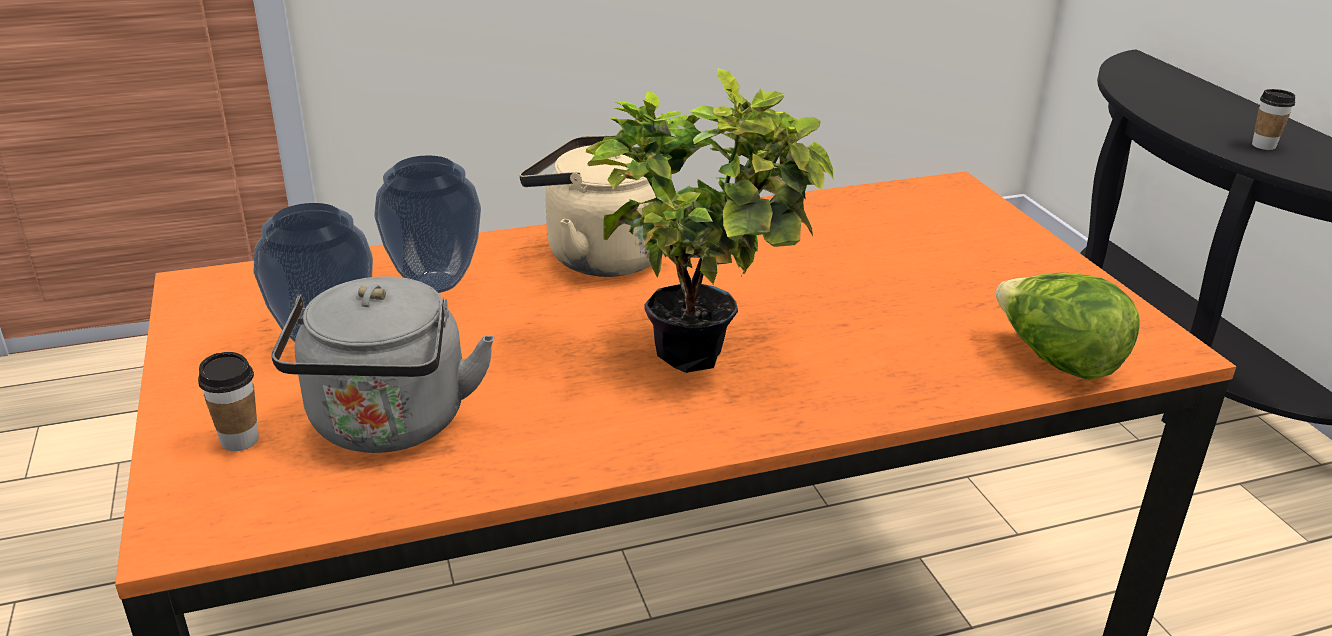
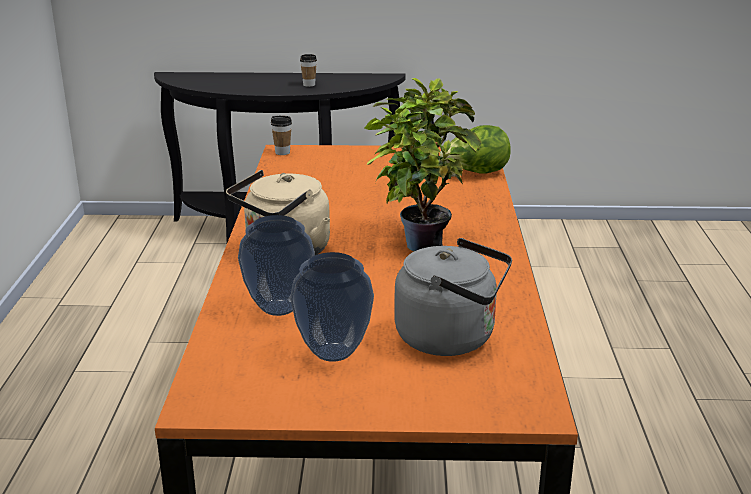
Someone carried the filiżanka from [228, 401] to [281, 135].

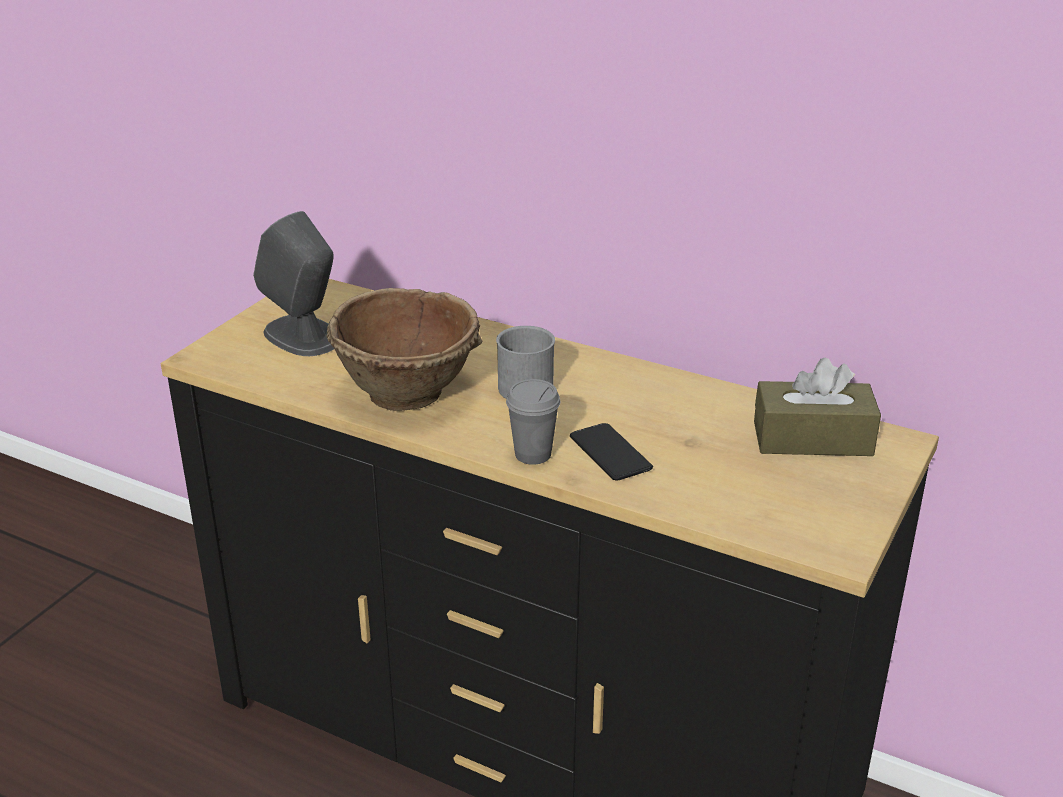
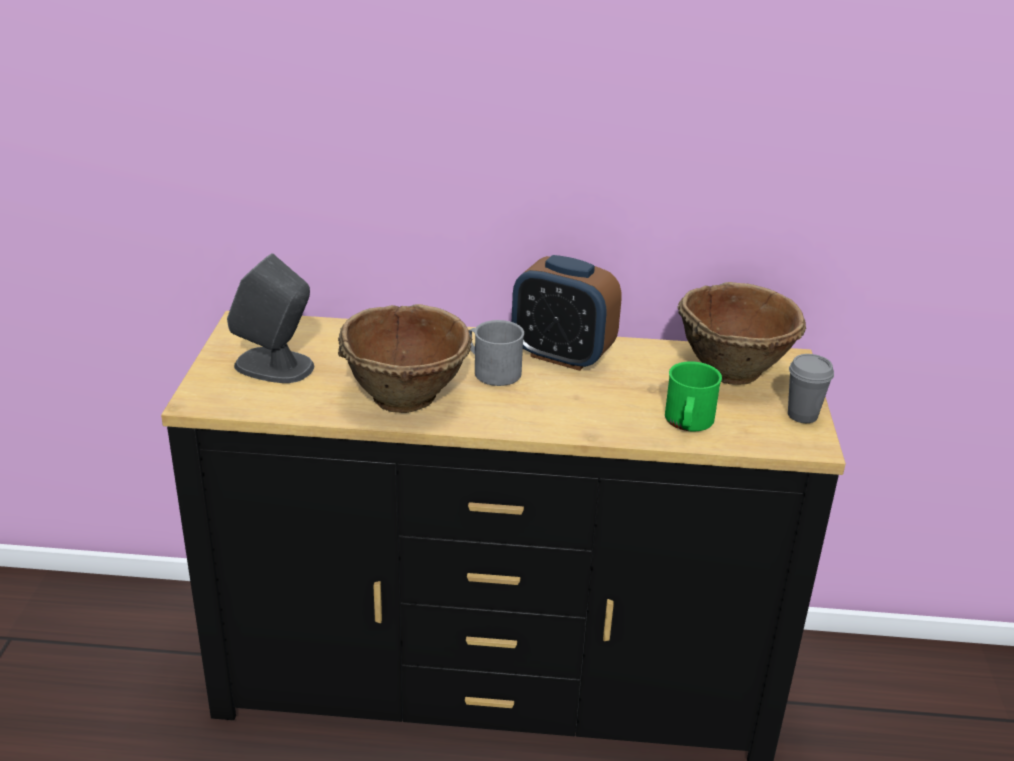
Someone carried the filiżanka/szary from [533, 422] to [811, 388]. Someone took away the telefon at [611, 451]. Someone swapped the pudełko chusteczek/brązowy at [817, 407] for the miska/brązowy at [741, 333]. Someone put down the budzik at [567, 313]. Someone put down the kubek/zielony at [693, 396].

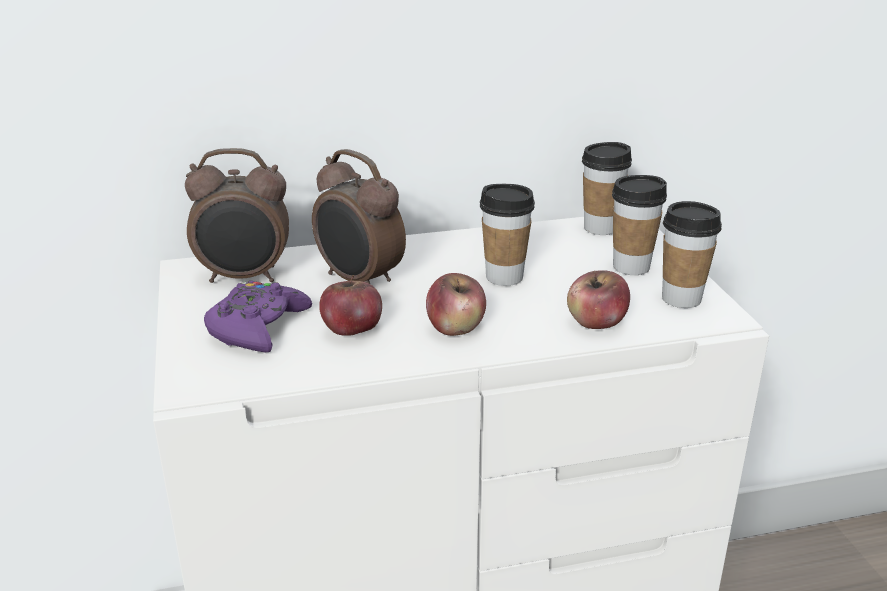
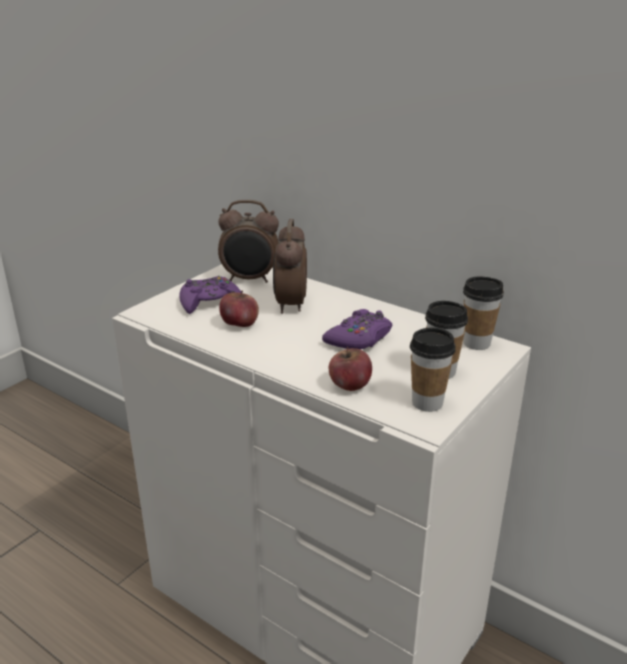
Someone rotated the budzik at [237, 215] by 45 degrees counterclockwise. Someone took away the jabłko at [456, 304]. Someone swapped the filiżanka at [507, 235] for the pad do gier/fioletowy at [357, 329].

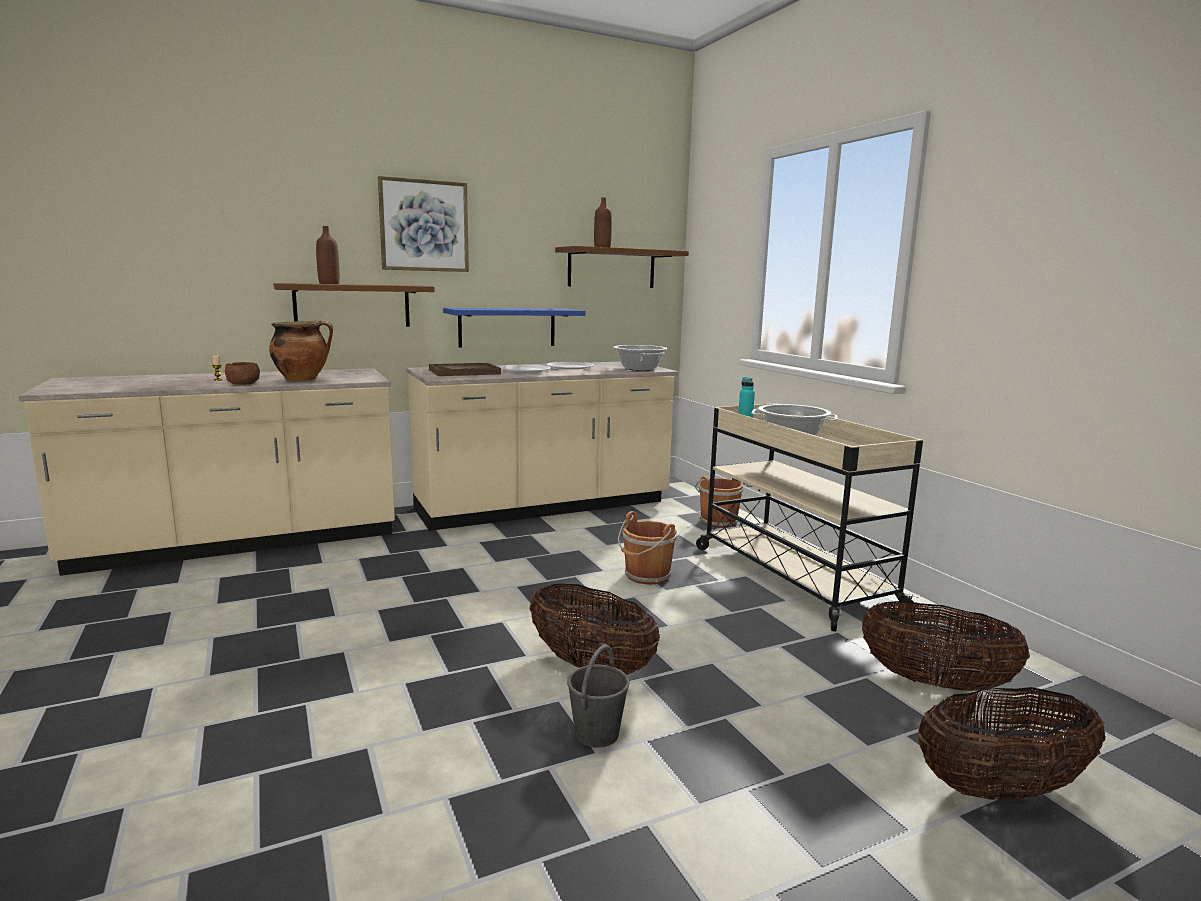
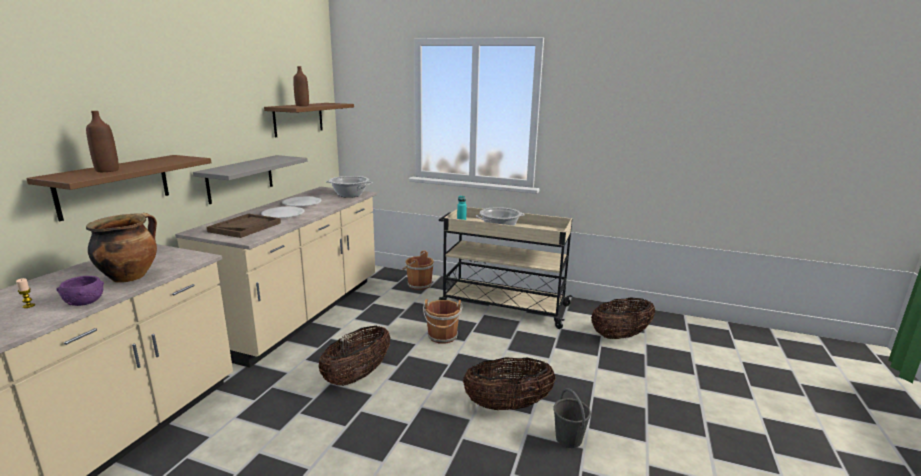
Someone repainted the miska/brązowy at [242, 373], which became the miska/fioletowy at [80, 291]. Someone took away the obraz at [423, 224]. Someone repainted the półka/niebieski at [514, 328], which became the półka/szary at [250, 179]. Someone carried the koszyk from [1011, 743] to [354, 356].

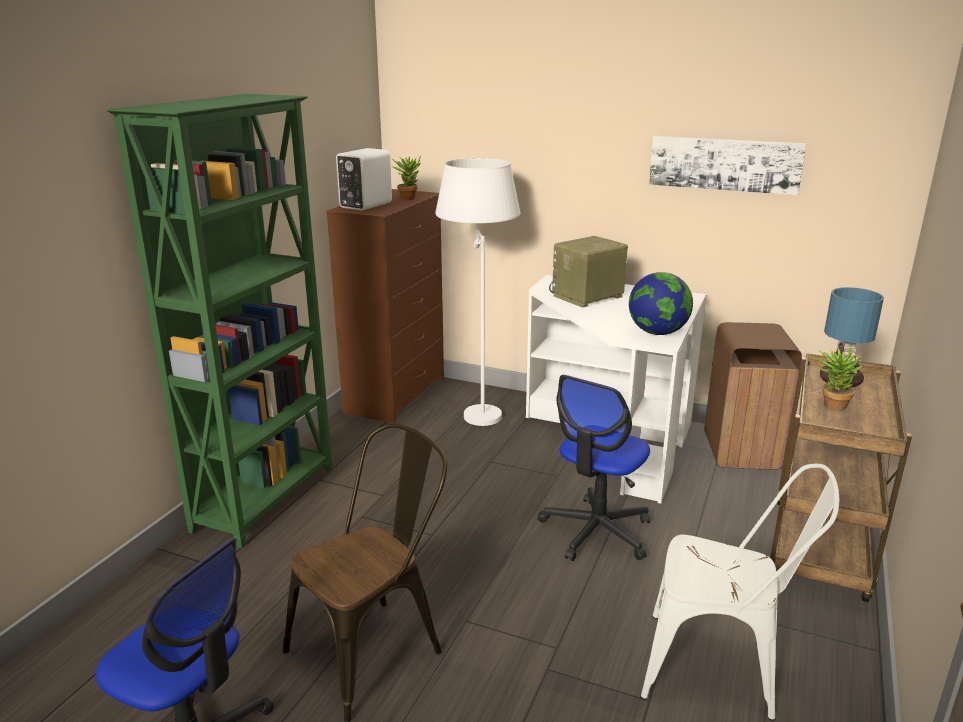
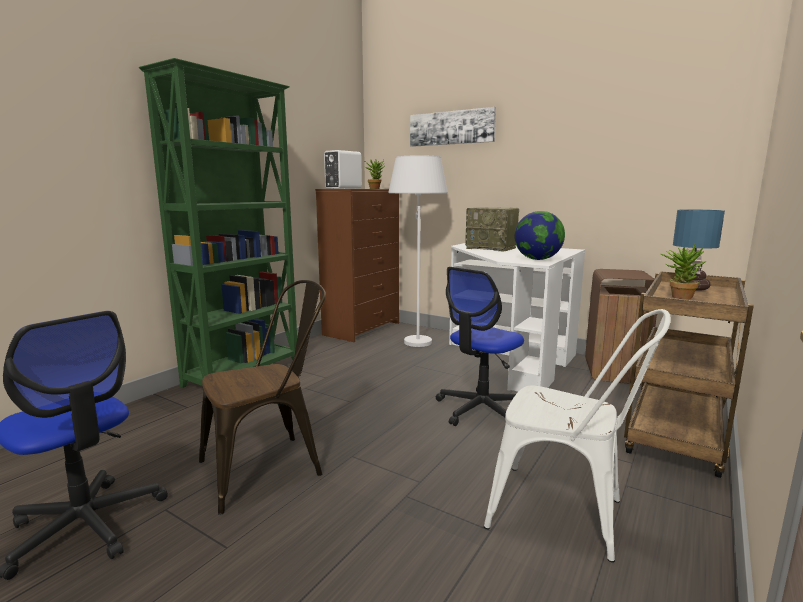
Someone rotated the radio at [588, 272] by 120 degrees counterclockwise. Someone carried the obraz from [727, 165] to [453, 127].

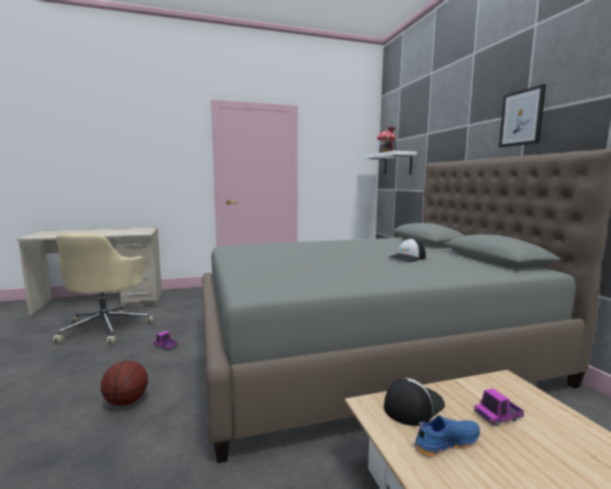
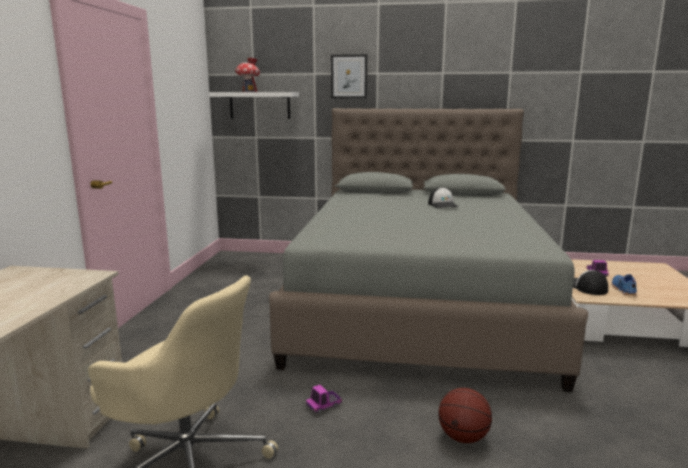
Someone carried the obraz from [522, 116] to [349, 76].

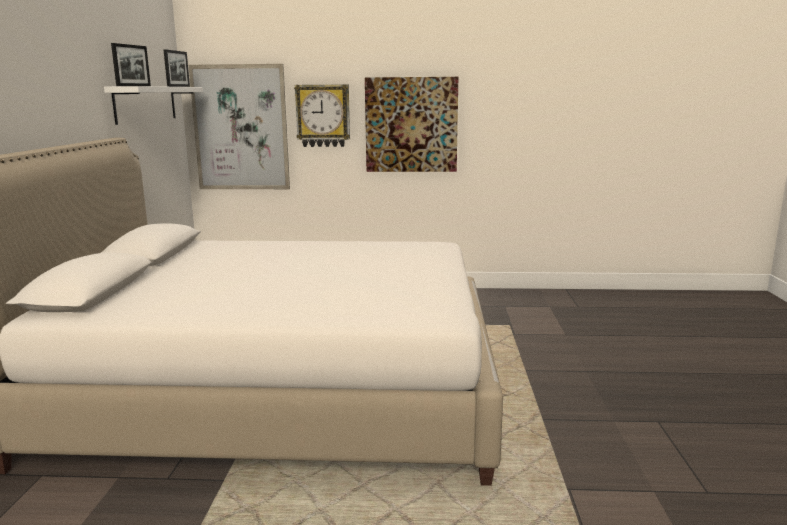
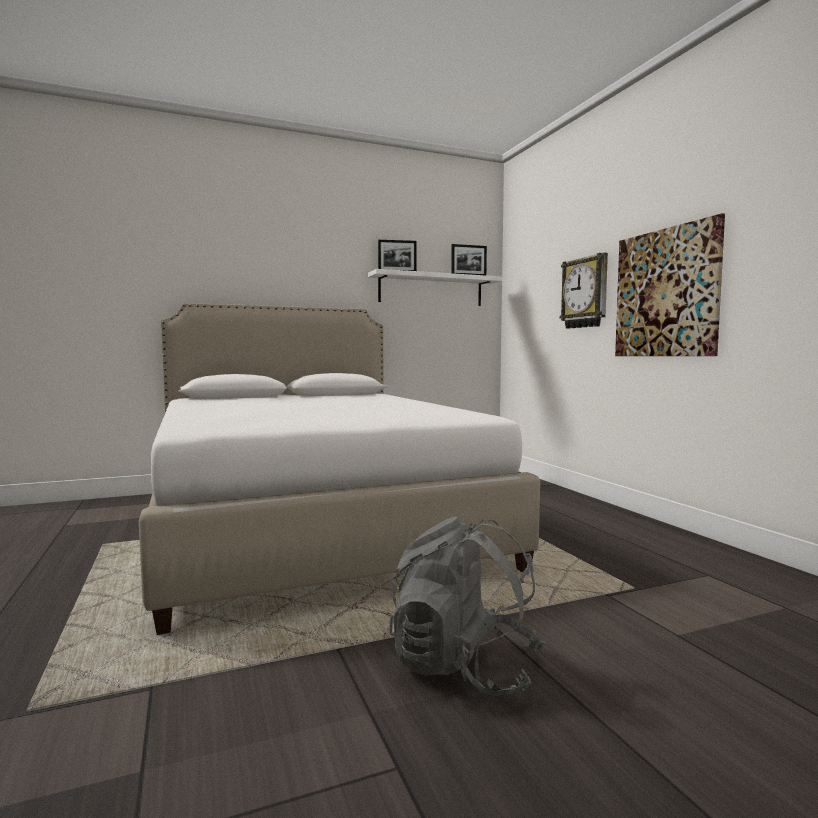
Someone took away the obraz at [239, 126]. Someone put down the plecak/szary at [467, 606].

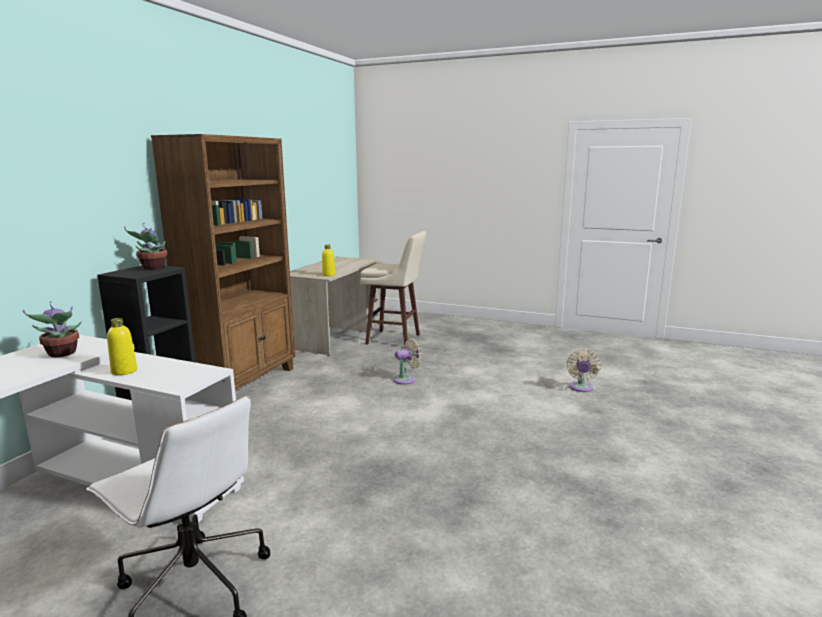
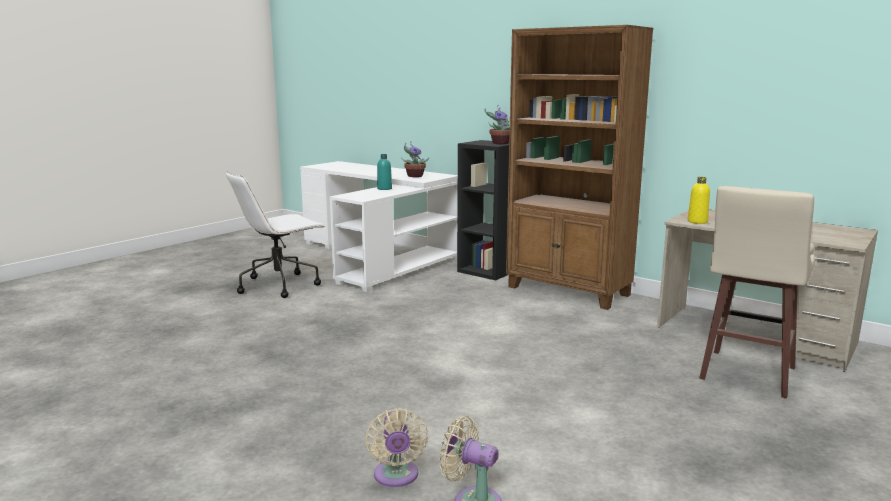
Someone repainted the butelka/żółty at [122, 346], which became the butelka/turkusowy at [384, 172]. Someone carried the wentylator/beżowy from [407, 361] to [396, 447].

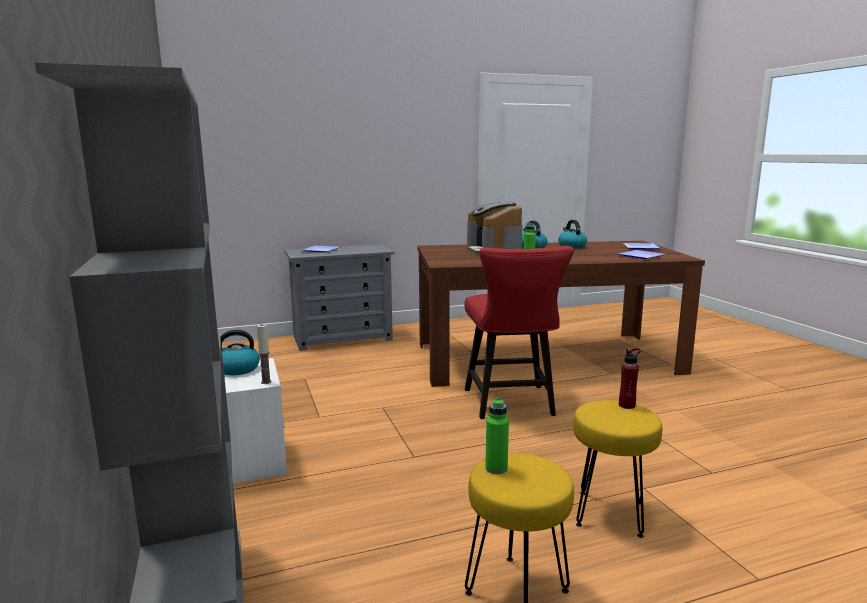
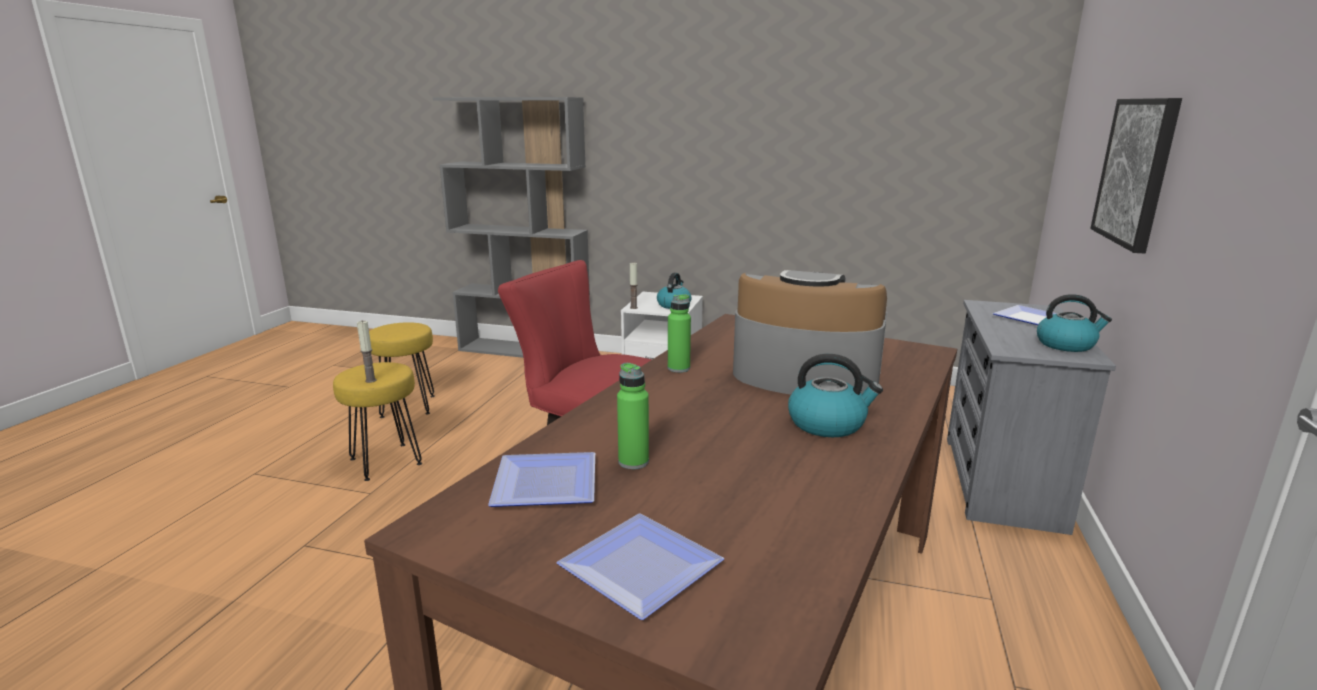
Someone carried the butelka/zielony from [497, 436] to [633, 416]. Someone carried the czajnik from [572, 234] to [1074, 323]. Someone swapped the butelka/czerwony at [629, 378] for the świeca at [366, 352]. Someone put up the obraz at [1136, 175].

